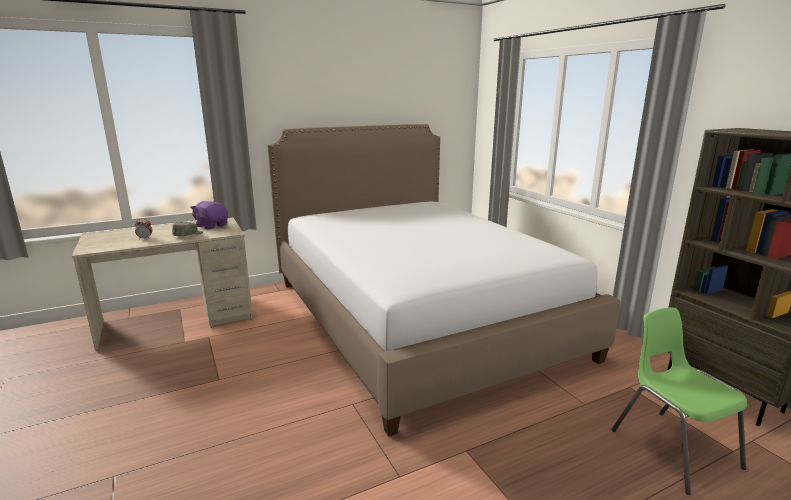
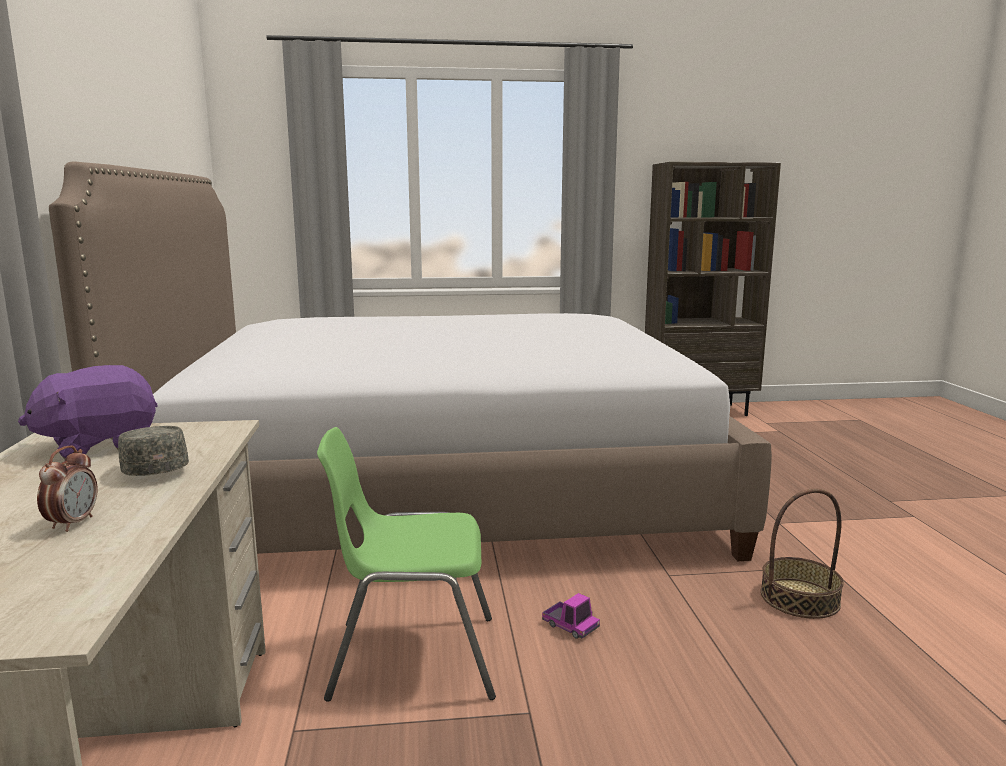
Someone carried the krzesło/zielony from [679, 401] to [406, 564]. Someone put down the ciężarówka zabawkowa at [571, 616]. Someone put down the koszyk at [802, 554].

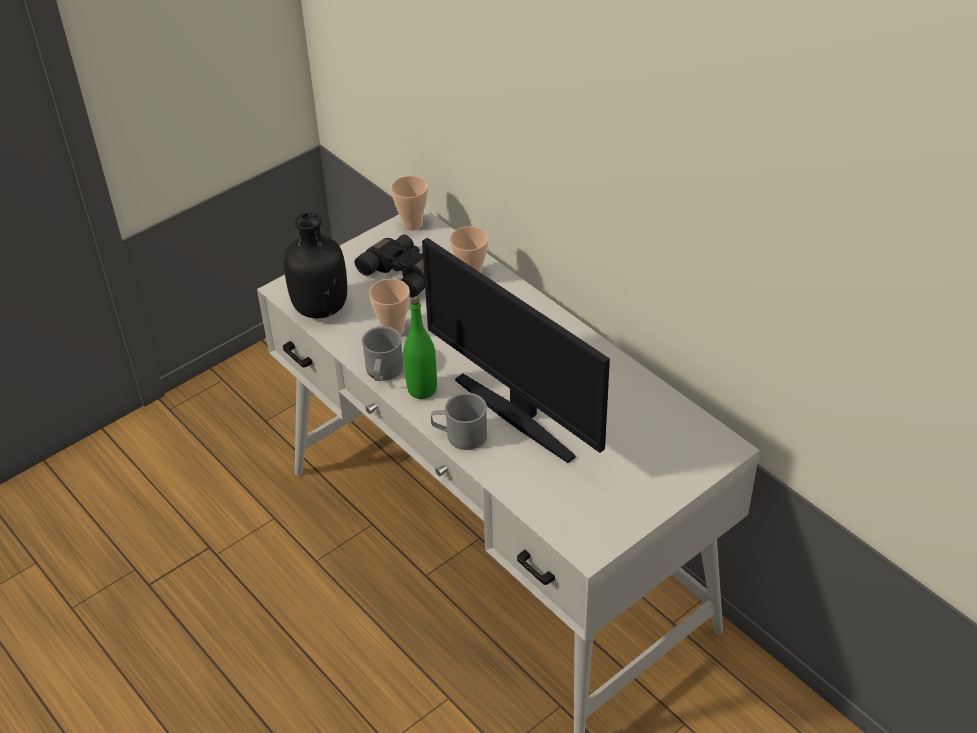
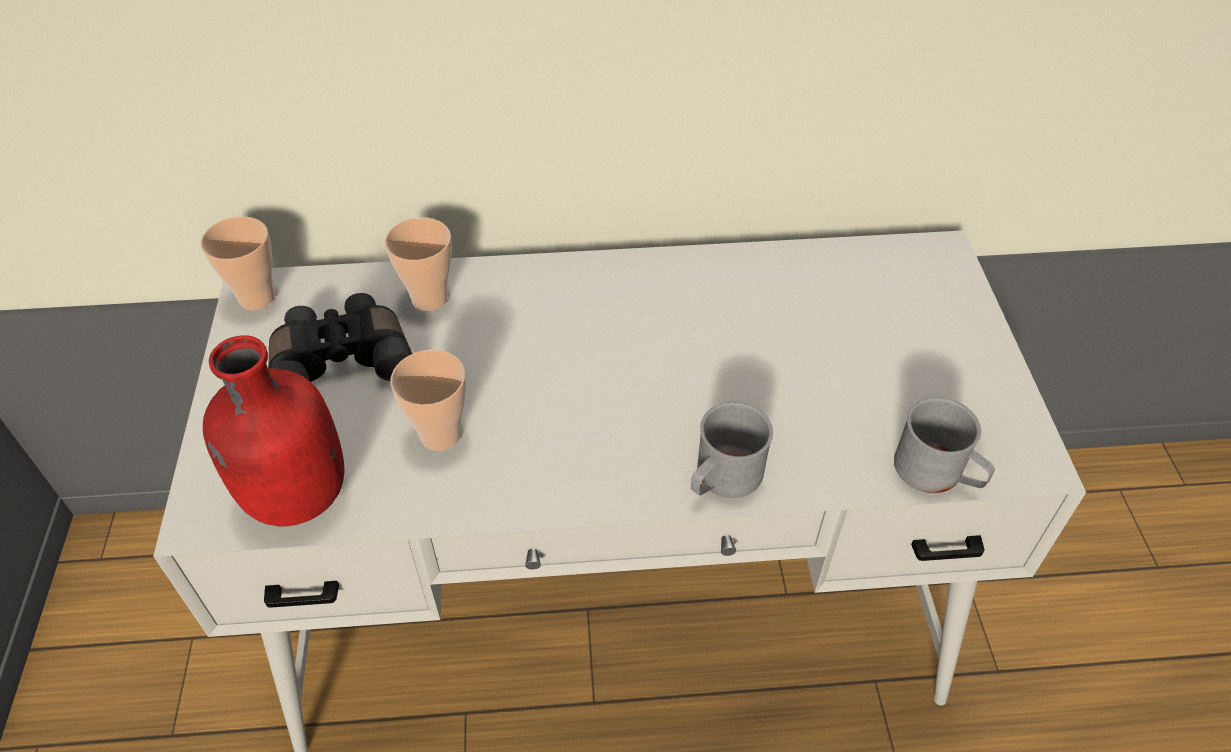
Someone repainted the butelka/czarny at [315, 265], which became the butelka/czerwony at [273, 431]. Someone carried the kubek/szary from [382, 353] to [944, 445]. Someone took away the butelka/zielony at [420, 348]. Someone took away the monitor at [516, 350].

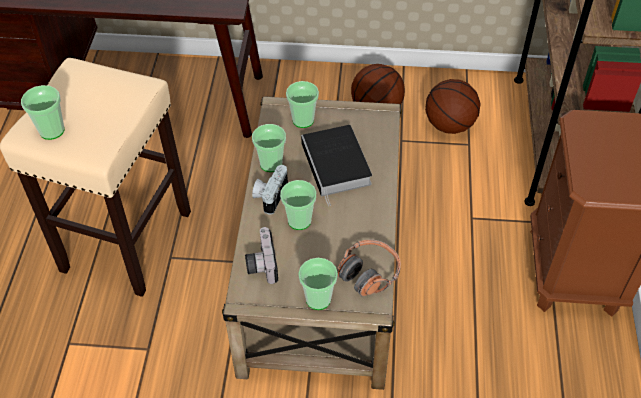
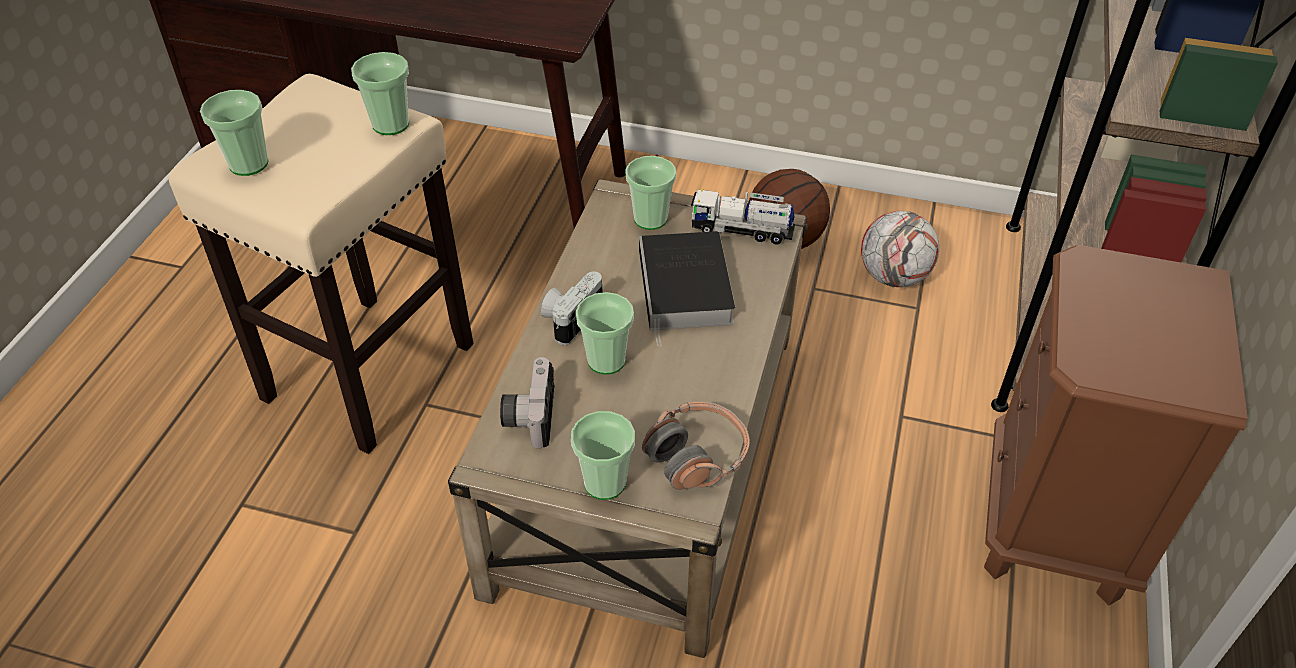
Someone carried the filiżanka from [269, 148] to [380, 93]. Someone swapped the piłka do koszykówki at [453, 106] for the piłka futbolowa at [900, 249]. Someone put down the ciężarówka zabawkowa at [743, 217].

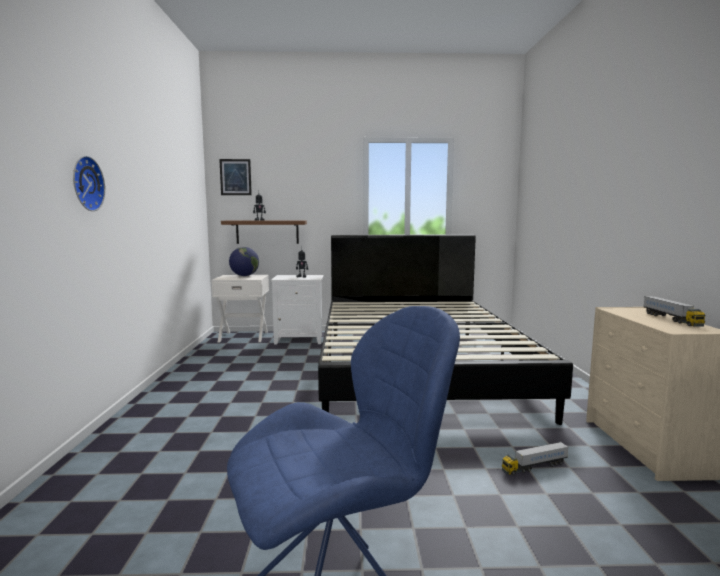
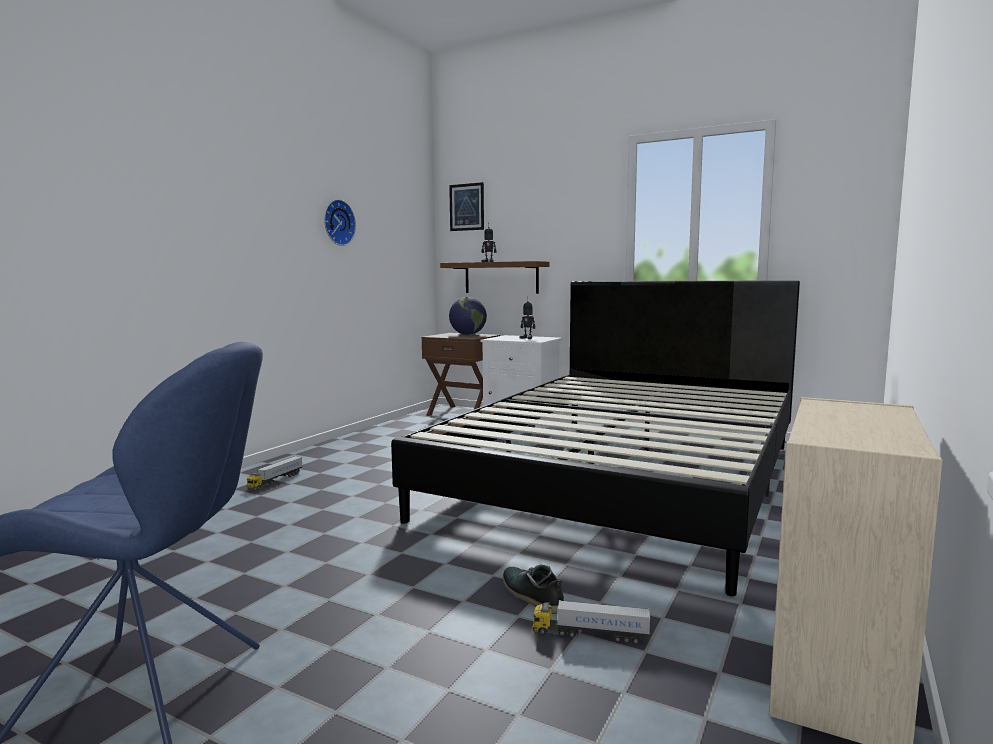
Someone carried the zegar ścienny from [89, 183] to [340, 222]. Someone repainted the szafka nocna/biały at [240, 308], which became the szafka nocna/brązowy at [460, 374]. Someone carried the ciężarówka zabawkowa from [674, 311] to [275, 473]. Someone put down the but at [533, 589].

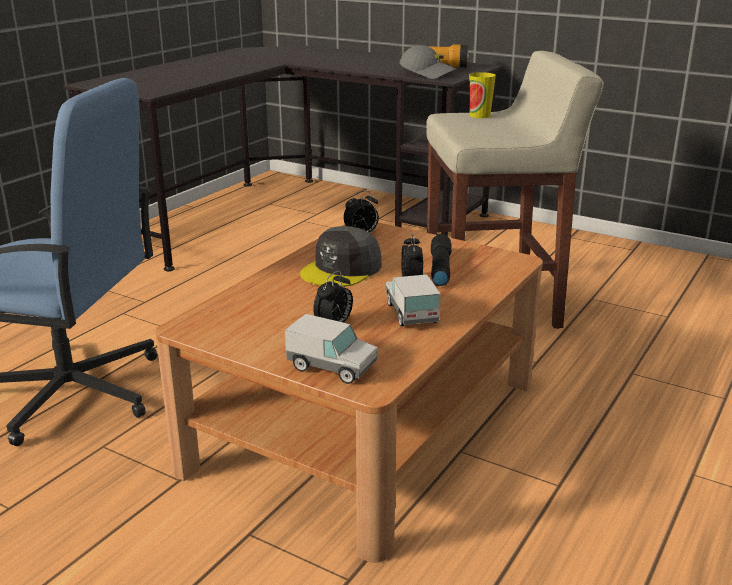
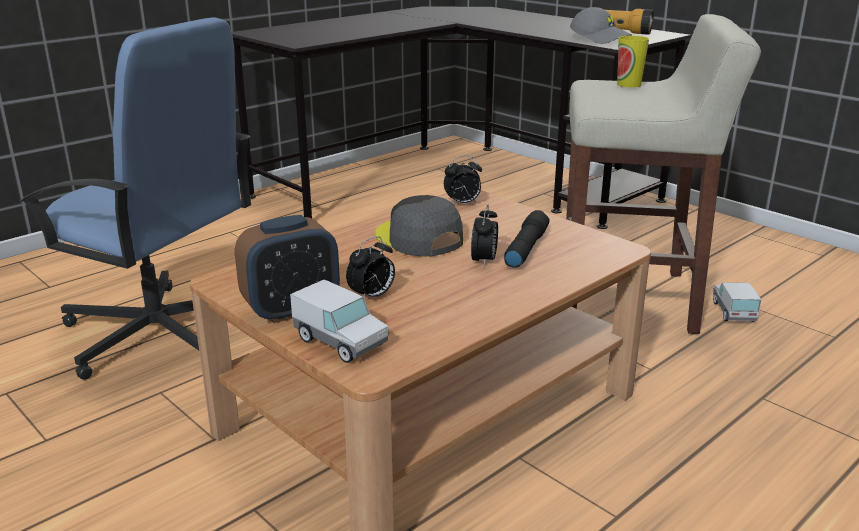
Someone rotated the czapka z daszkiem/szary at [341, 256] by 90 degrees clockwise. Someone carried the ciężarówka zabawkowa from [413, 300] to [737, 302]. Someone put down the budzik at [287, 269].

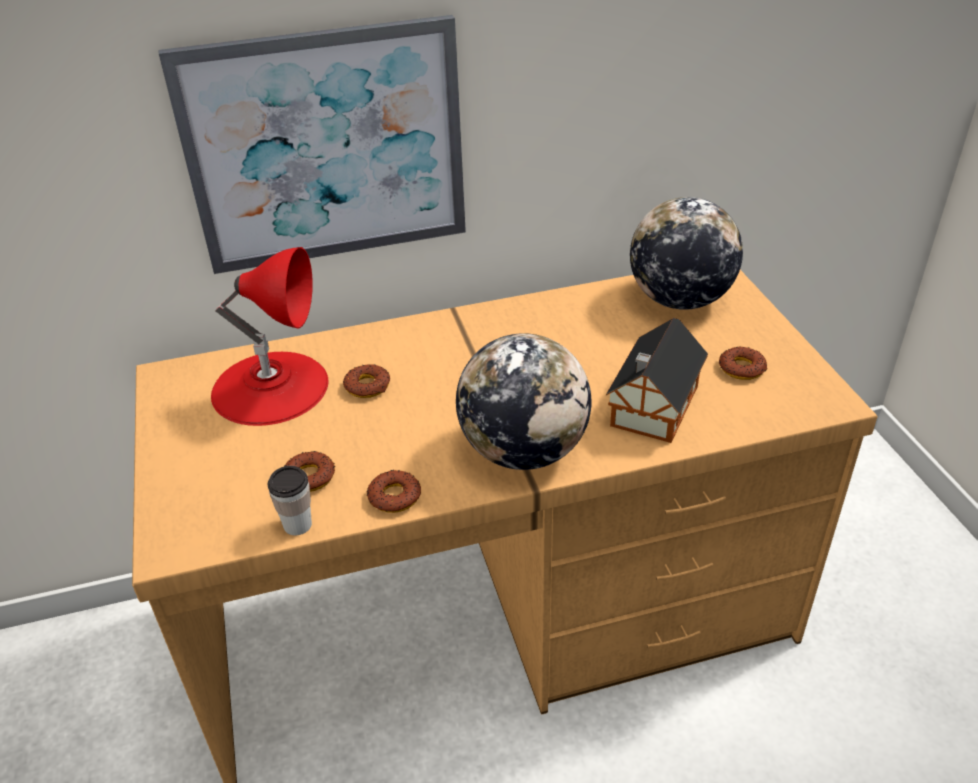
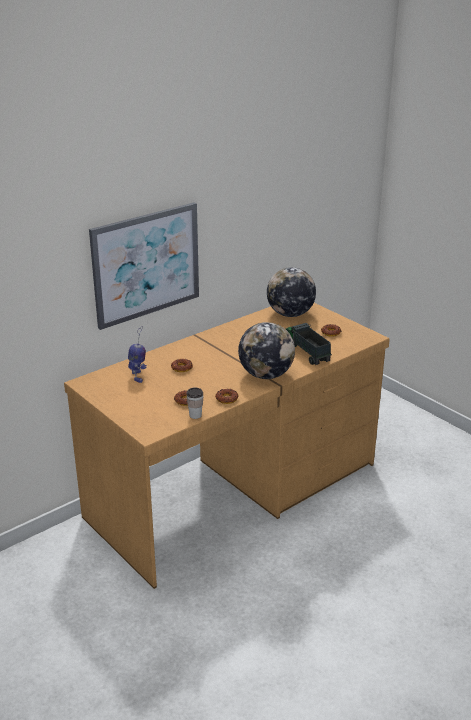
Someone swapped the lampa stołowa/czerwony at [270, 336] for the robot zabawkowy at [137, 354]. Someone swapped the domek at [657, 380] for the ciężarówka zabawkowa at [309, 344].

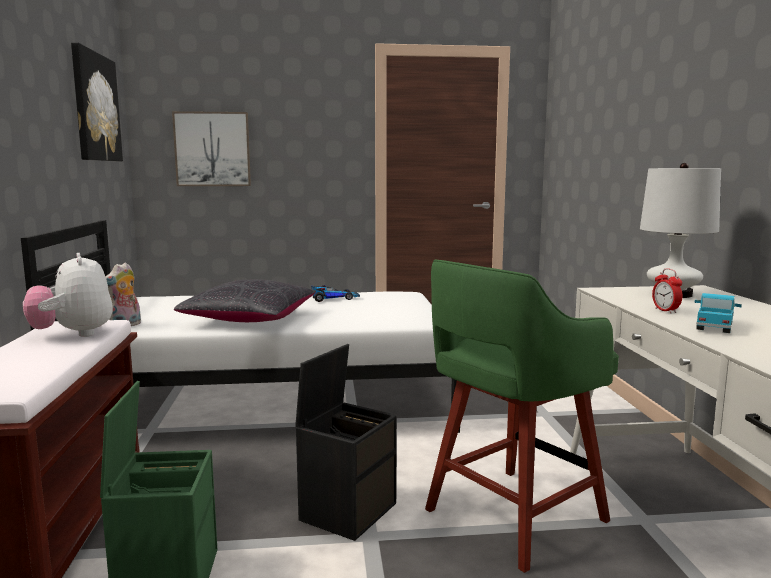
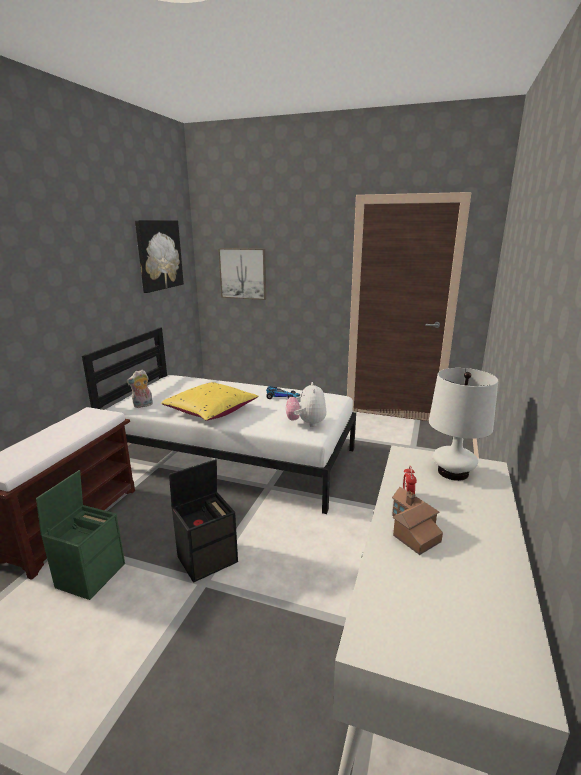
Someone carried the pluszak from [68, 295] to [306, 404]. Someone repainted the poduszka/czarny at [245, 300], which became the poduszka/żółty at [209, 401]. Someone took away the stołek/zielony at [522, 416]. Someone swapped the ciężarówka zabawkowa at [718, 313] for the domek at [417, 521].

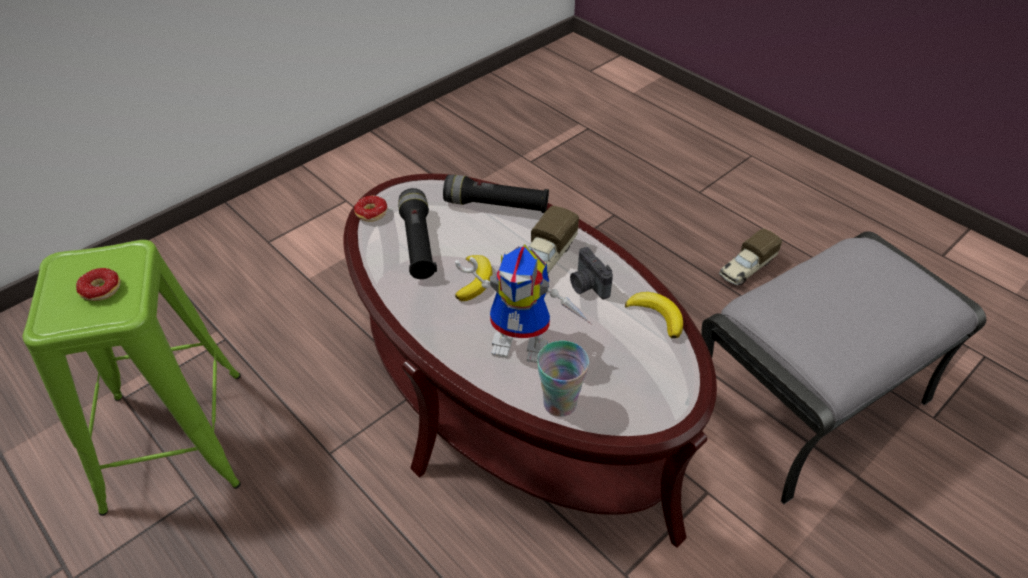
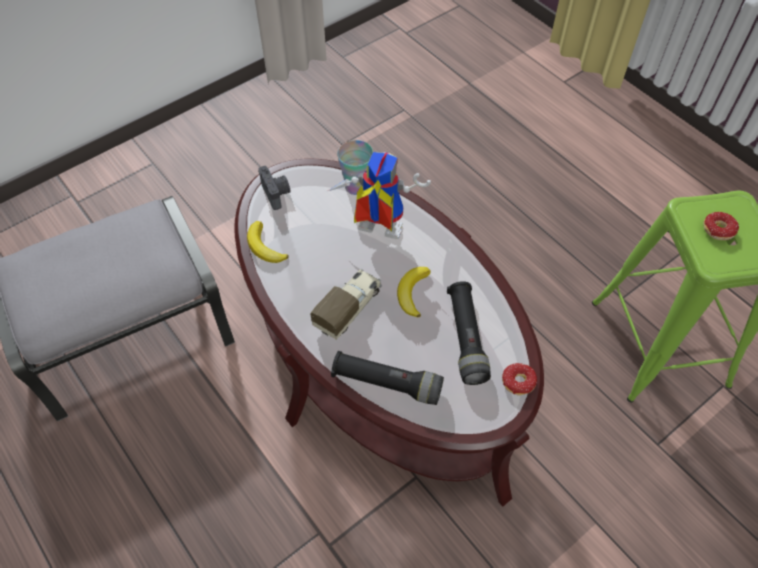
Someone carried the aparat fotograficzny from [591, 273] to [274, 188]. Someone took away the ciężarówka zabawkowa at [750, 257].

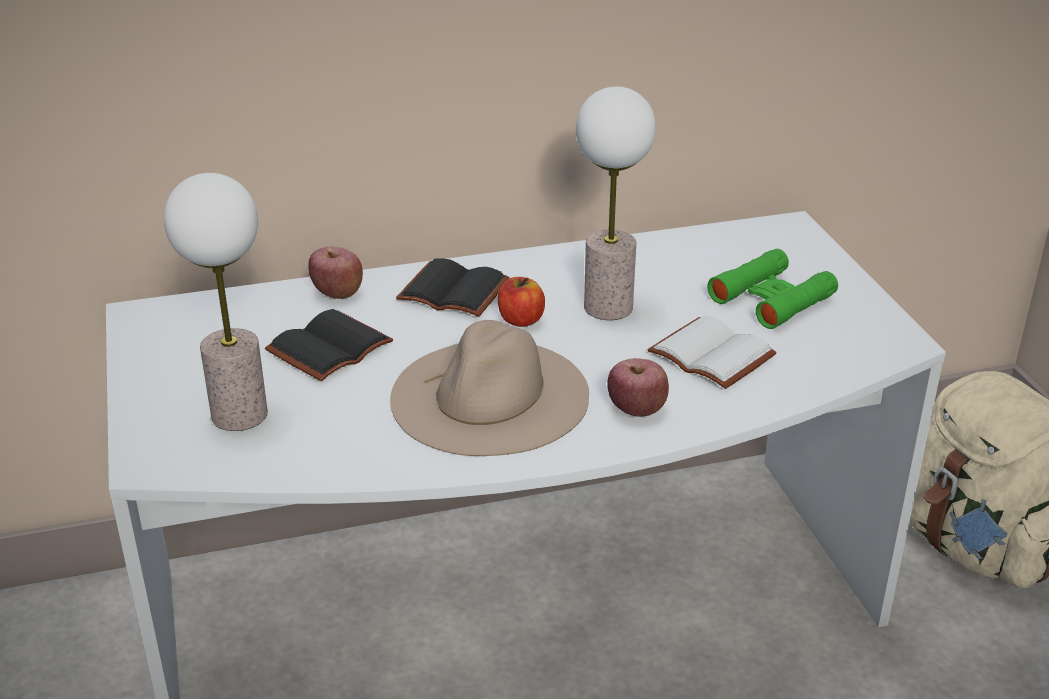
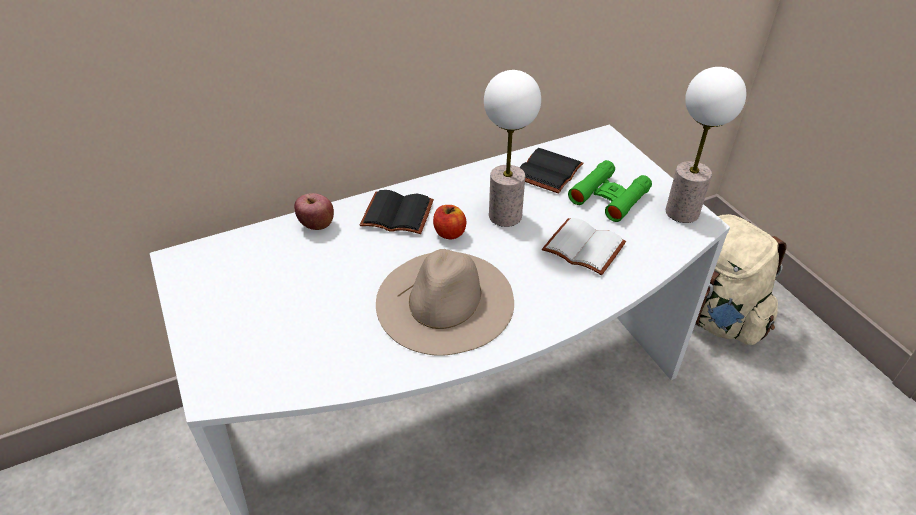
Someone carried the lampa stołowa from [216, 302] to [706, 145]. Someone carried the książka/czarny from [329, 345] to [551, 171]. Someone took away the jabłko at [638, 387].

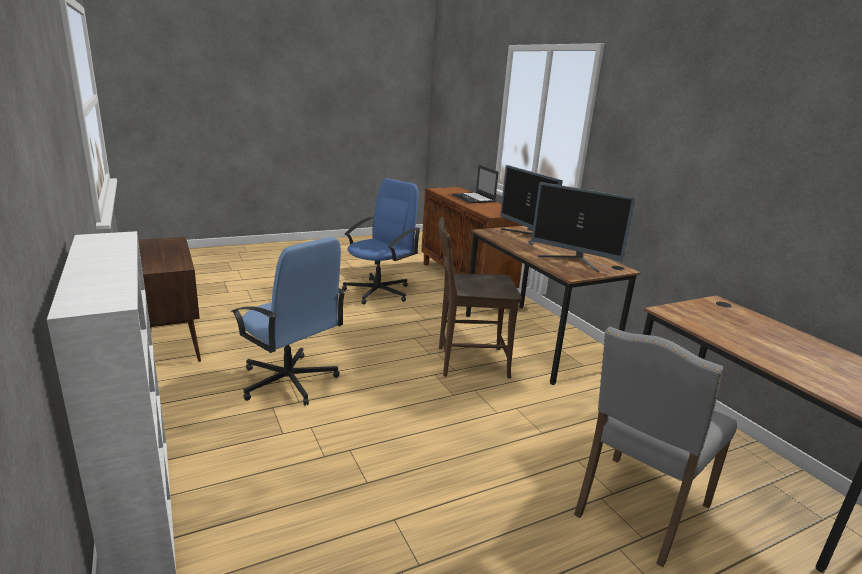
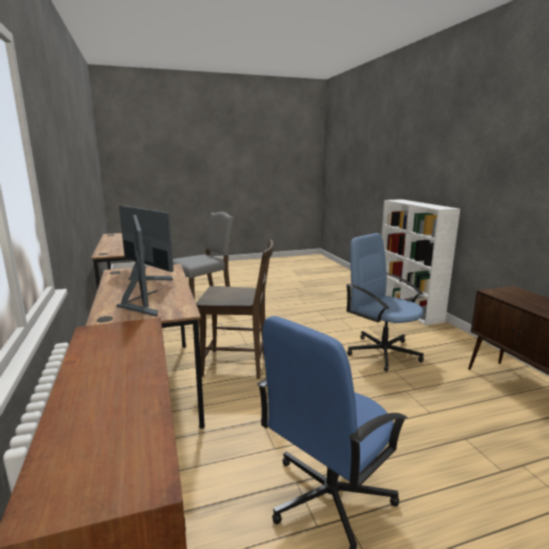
Someone took away the laptop at [475, 184].

